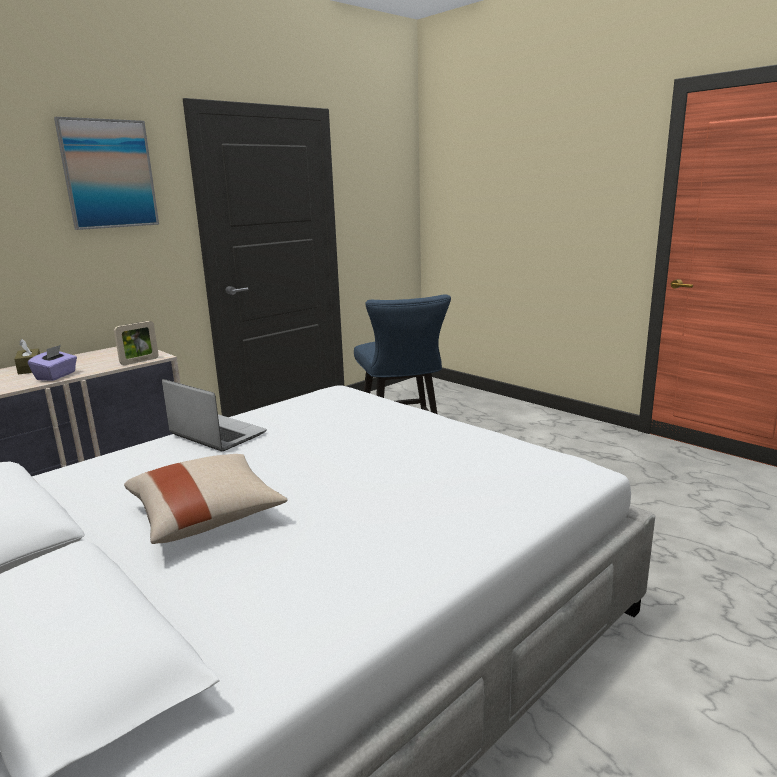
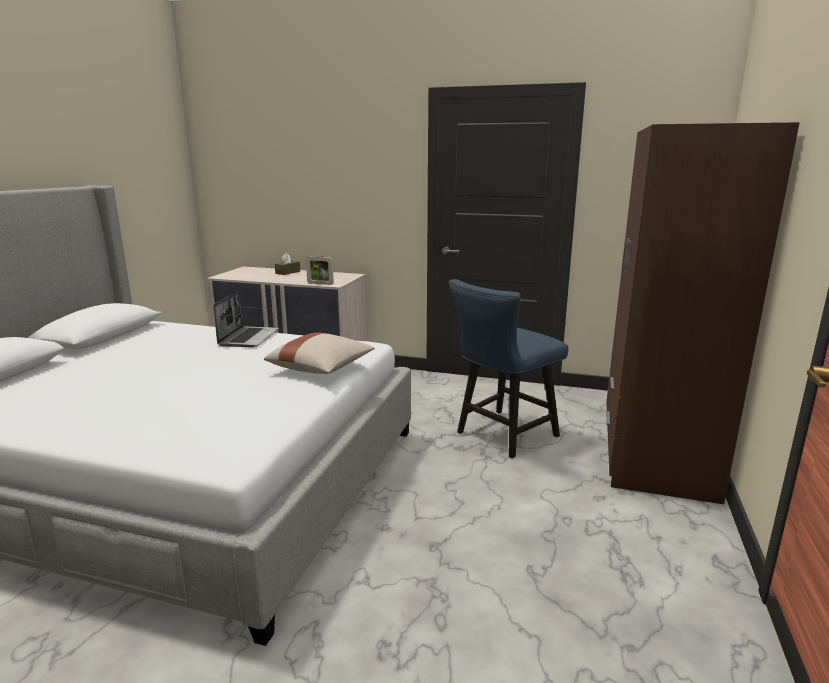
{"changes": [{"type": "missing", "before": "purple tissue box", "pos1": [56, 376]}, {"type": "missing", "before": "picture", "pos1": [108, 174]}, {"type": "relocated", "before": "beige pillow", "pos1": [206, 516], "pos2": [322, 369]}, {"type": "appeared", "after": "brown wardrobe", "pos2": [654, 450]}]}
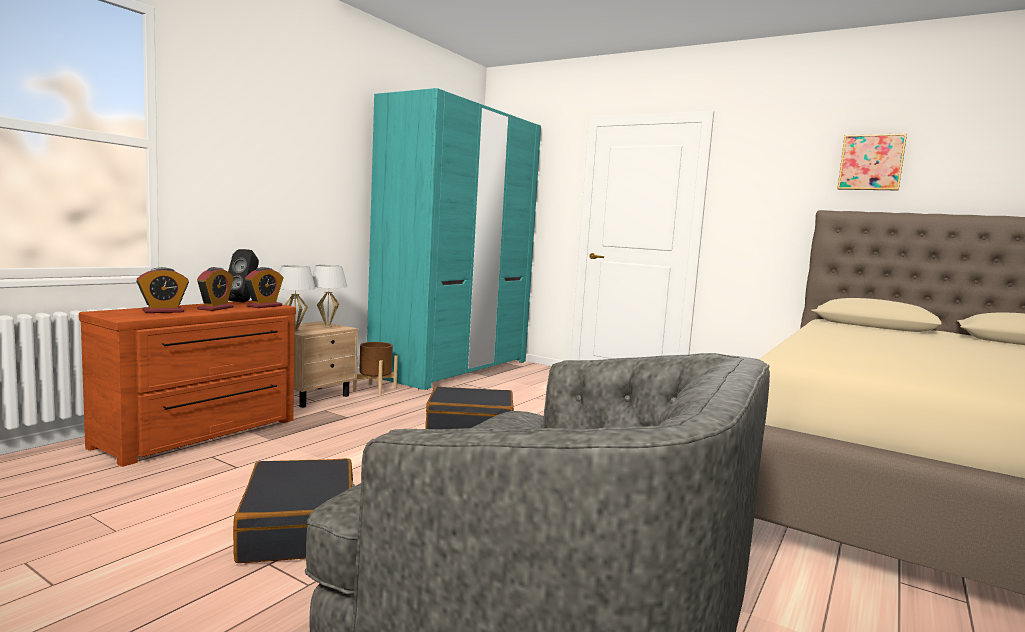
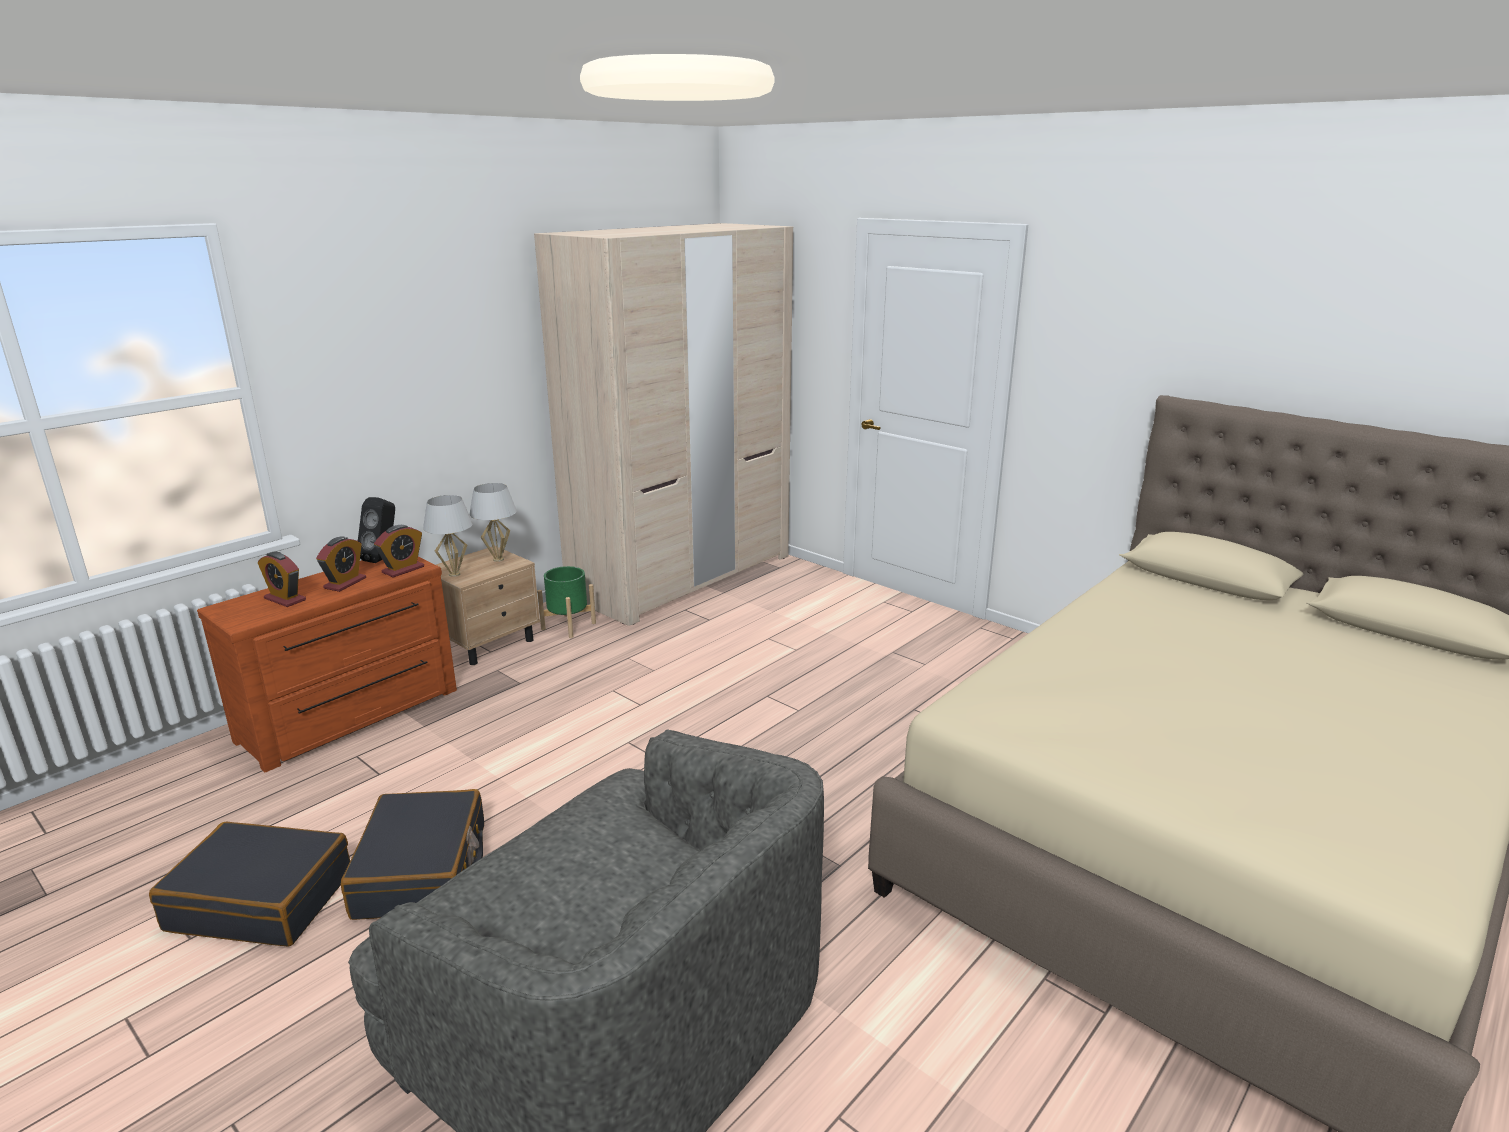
{"changes": [{"type": "spun", "before": "alarm clock", "pos1": [163, 311], "pos2": [285, 599], "turn": 60}, {"type": "colour", "before": "brown planter", "after": "green planter", "pos1": [375, 389], "pos2": [569, 626]}, {"type": "colour", "before": "turquoise wardrobe", "after": "beige wardrobe", "pos1": [452, 368], "pos2": [682, 576]}, {"type": "relocated", "before": "black suitcase", "pos1": [470, 425], "pos2": [262, 900]}, {"type": "missing", "before": "picture", "pos1": [871, 162]}]}
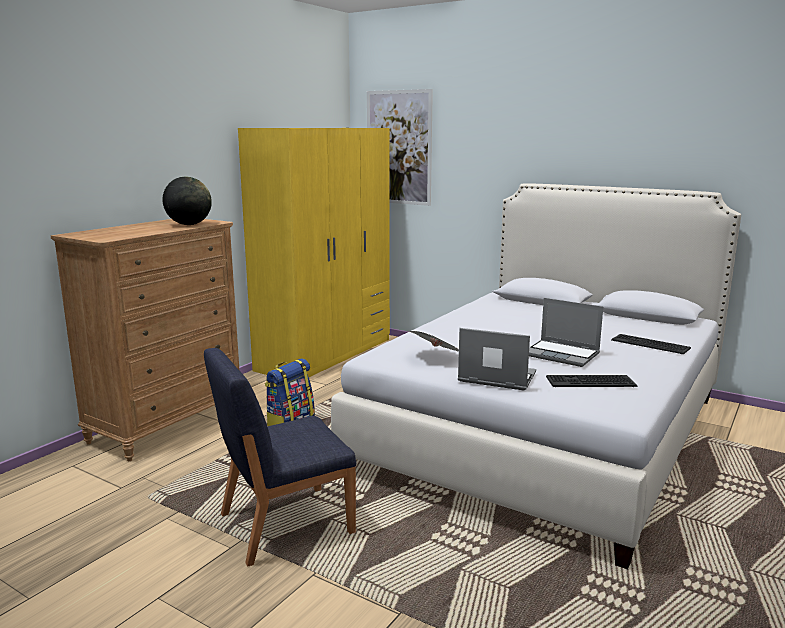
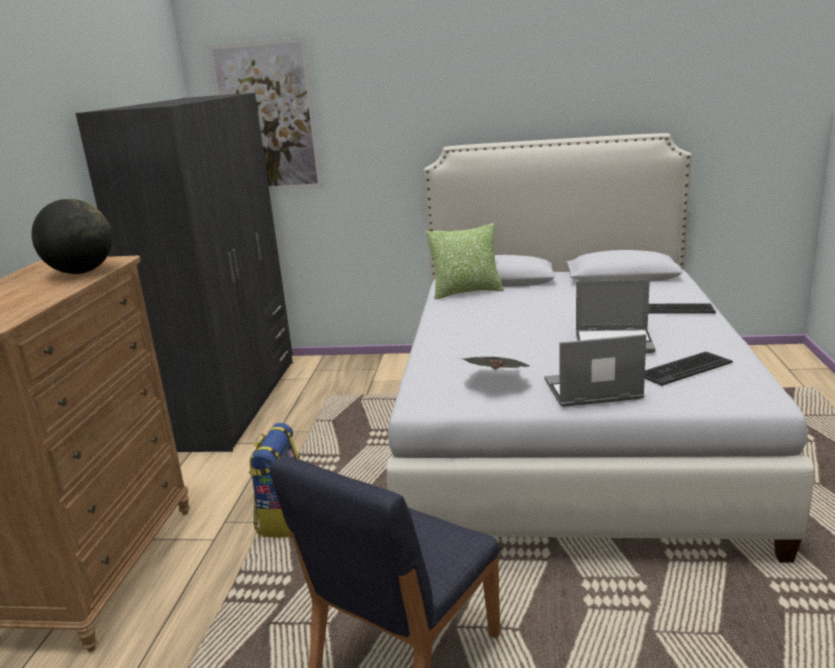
{"changes": [{"type": "colour", "before": "yellow wardrobe", "after": "grey wardrobe", "pos1": [326, 354], "pos2": [232, 402]}, {"type": "appeared", "after": "pillow", "pos2": [466, 292]}]}
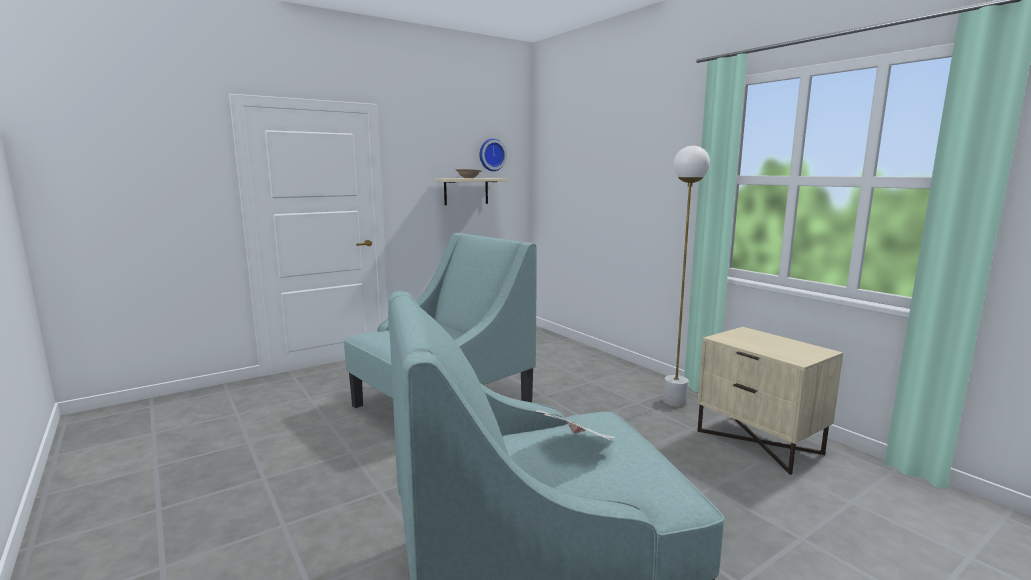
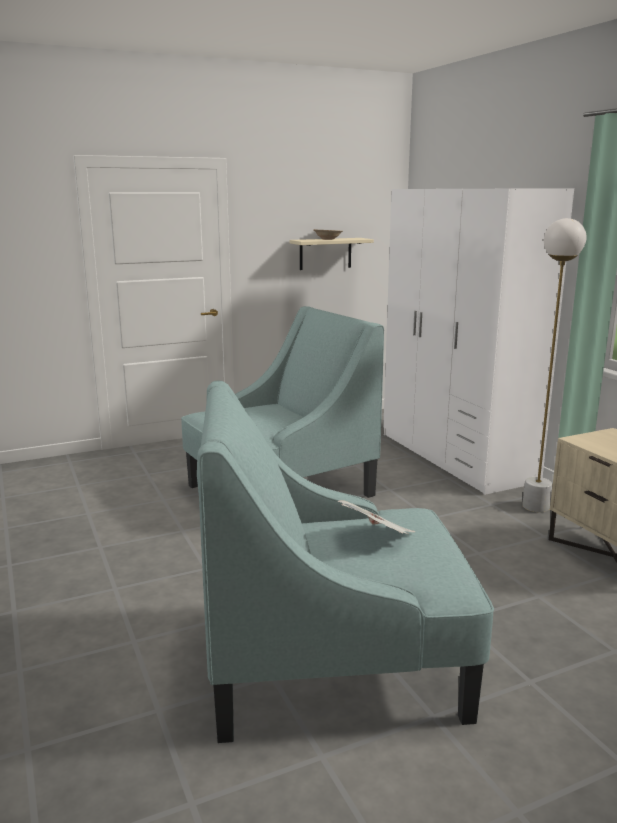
{"changes": [{"type": "missing", "before": "wall clock", "pos1": [491, 155]}, {"type": "appeared", "after": "white wardrobe", "pos2": [455, 456]}]}
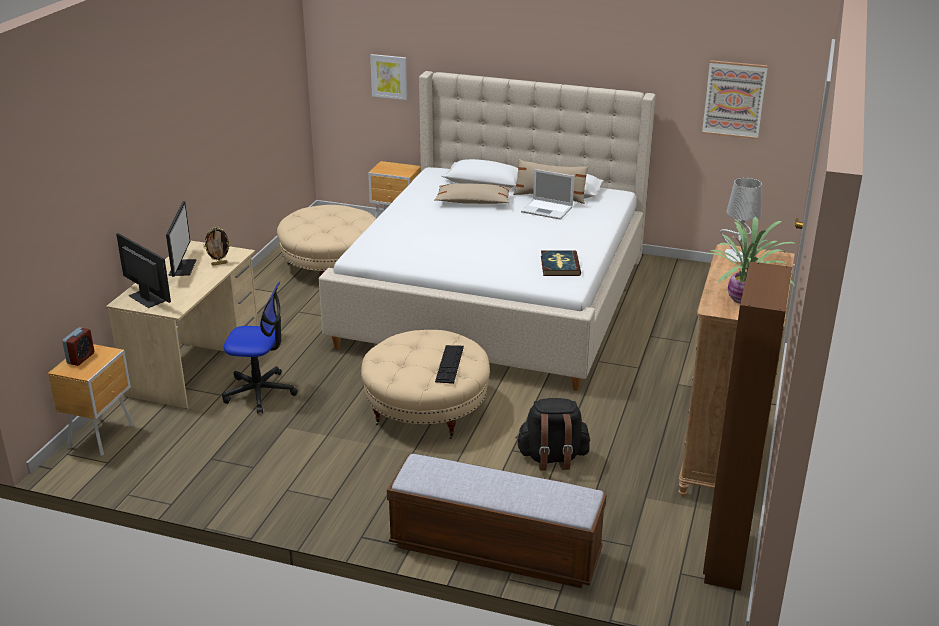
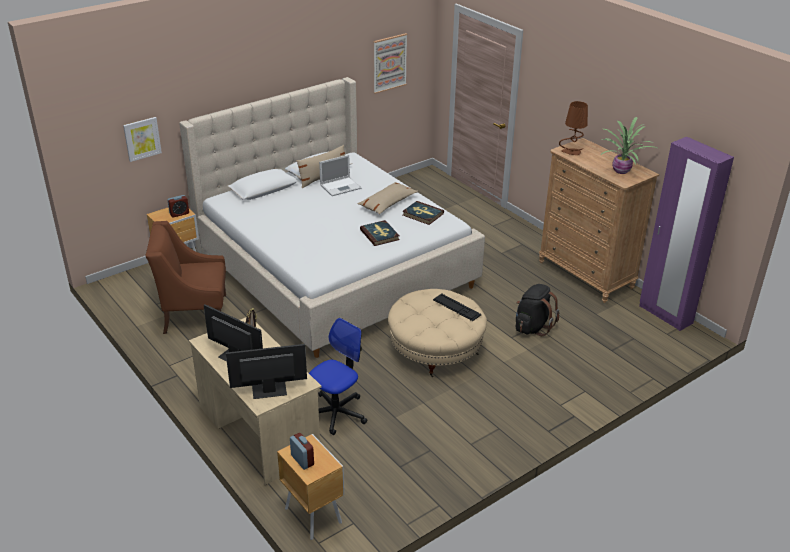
{"changes": [{"type": "exchanged", "before": "beige ottoman", "after": "brown armchair", "pos1": [331, 266], "pos2": [194, 313]}, {"type": "missing", "before": "bench", "pos1": [495, 550]}, {"type": "relocated", "before": "beige pillow", "pos1": [473, 202], "pos2": [387, 203]}, {"type": "colour", "before": "brown wardrobe", "after": "purple wardrobe", "pos1": [725, 558], "pos2": [665, 315]}, {"type": "colour", "before": "grey table lamp", "after": "brown table lamp", "pos1": [736, 257], "pos2": [571, 152]}, {"type": "appeared", "after": "alarm clock", "pos2": [179, 214]}, {"type": "appeared", "after": "book", "pos2": [380, 235]}]}
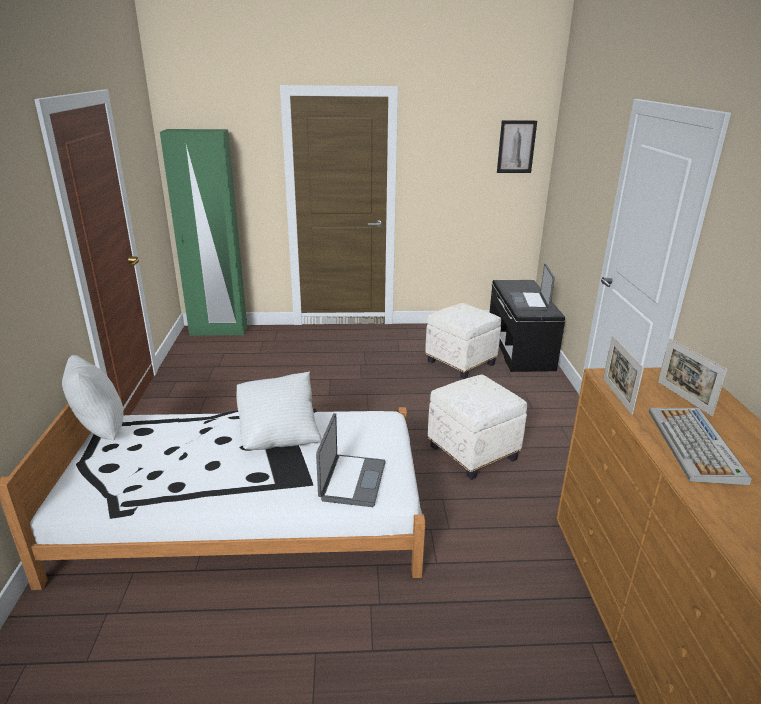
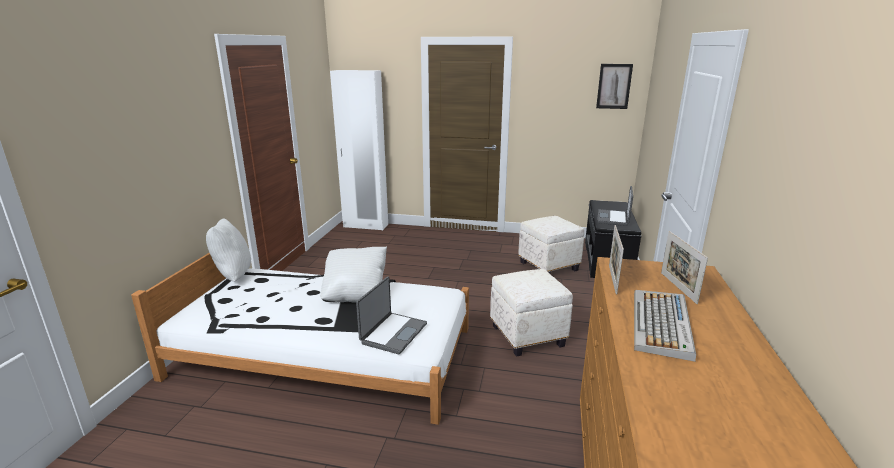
{"changes": [{"type": "colour", "before": "green wardrobe", "after": "white wardrobe", "pos1": [218, 331], "pos2": [365, 226]}]}
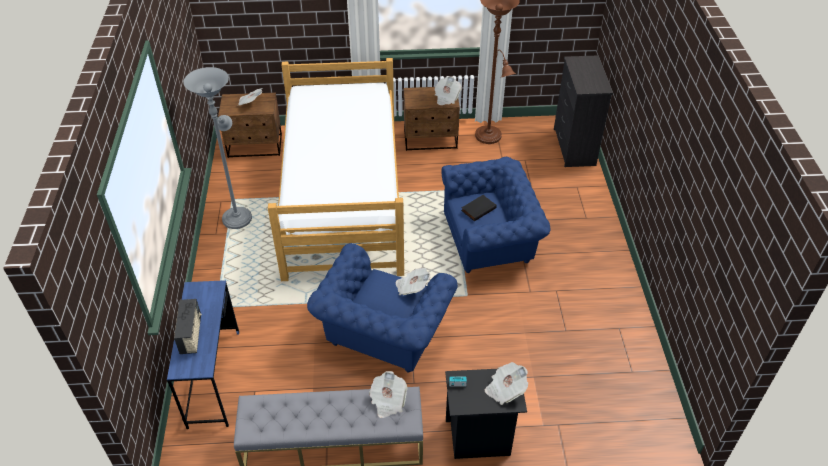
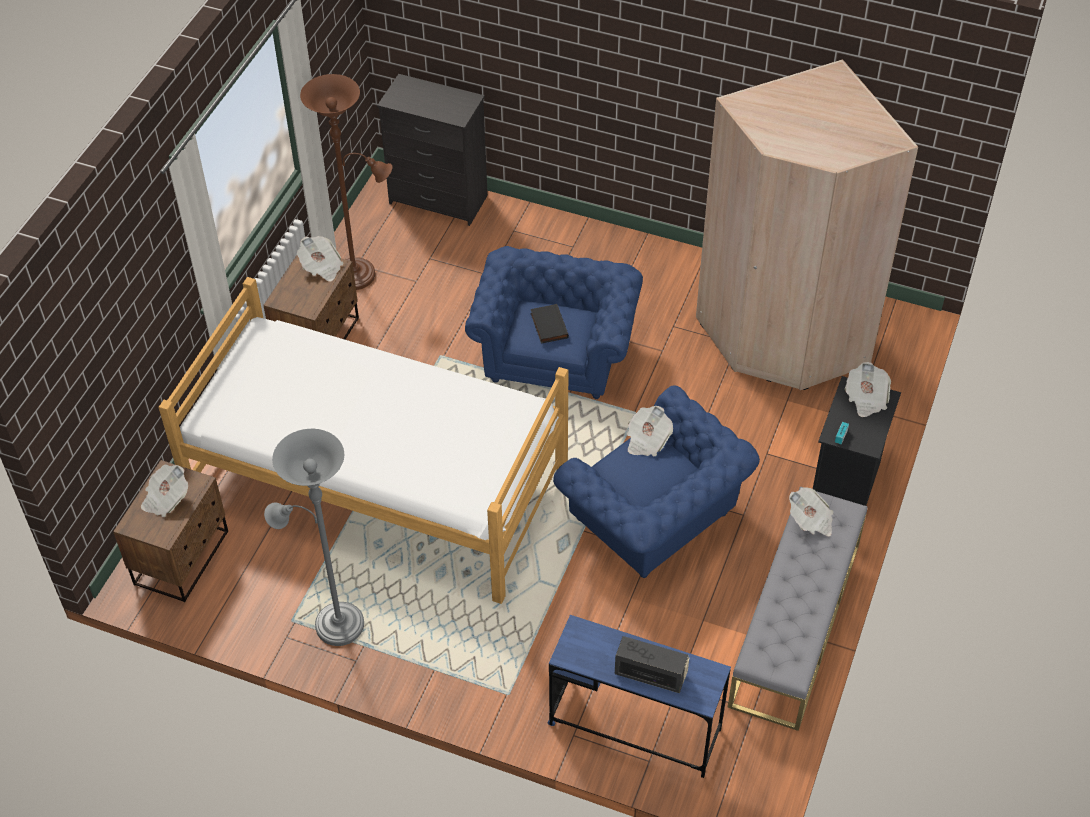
{"changes": [{"type": "appeared", "after": "beige wardrobe", "pos2": [783, 338]}]}
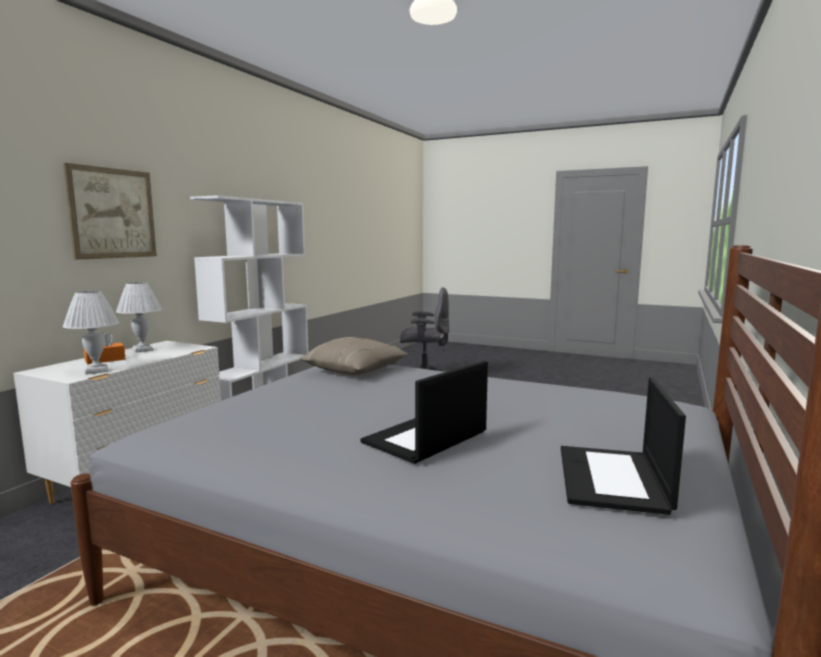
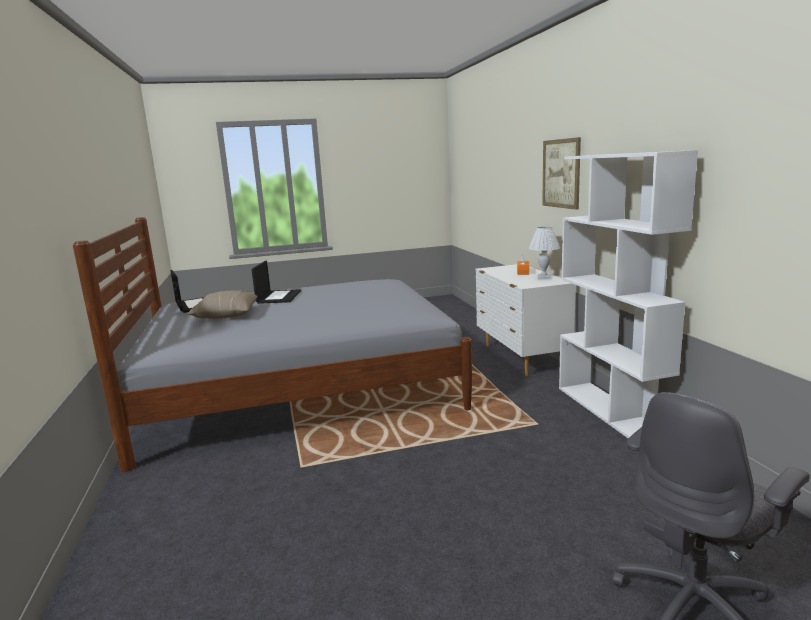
{"changes": [{"type": "missing", "before": "white table lamp", "pos1": [97, 371]}, {"type": "relocated", "before": "beige pillow", "pos1": [355, 371], "pos2": [225, 315]}]}
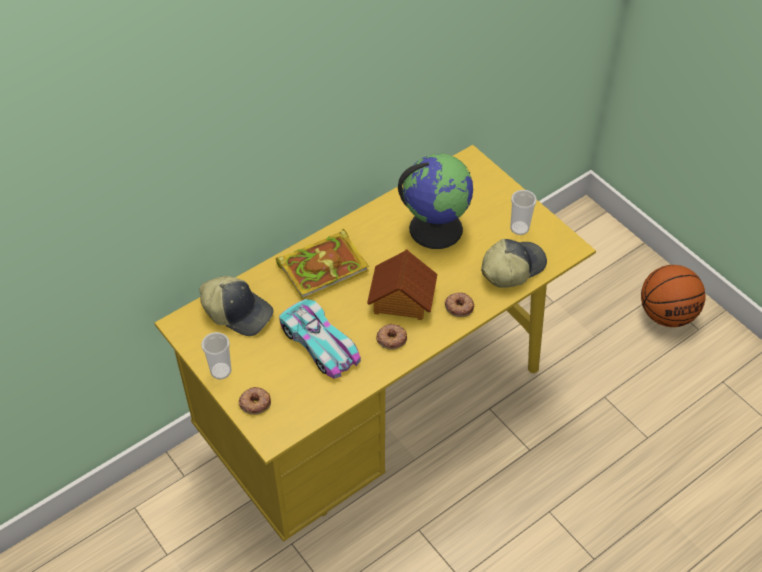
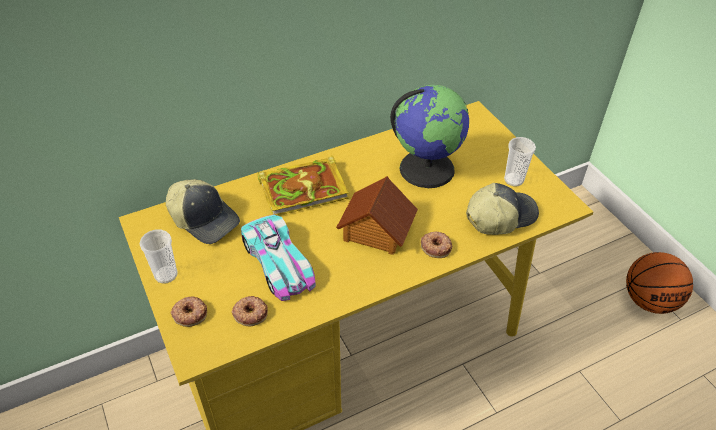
{"changes": [{"type": "relocated", "before": "donut", "pos1": [391, 338], "pos2": [250, 313]}]}
